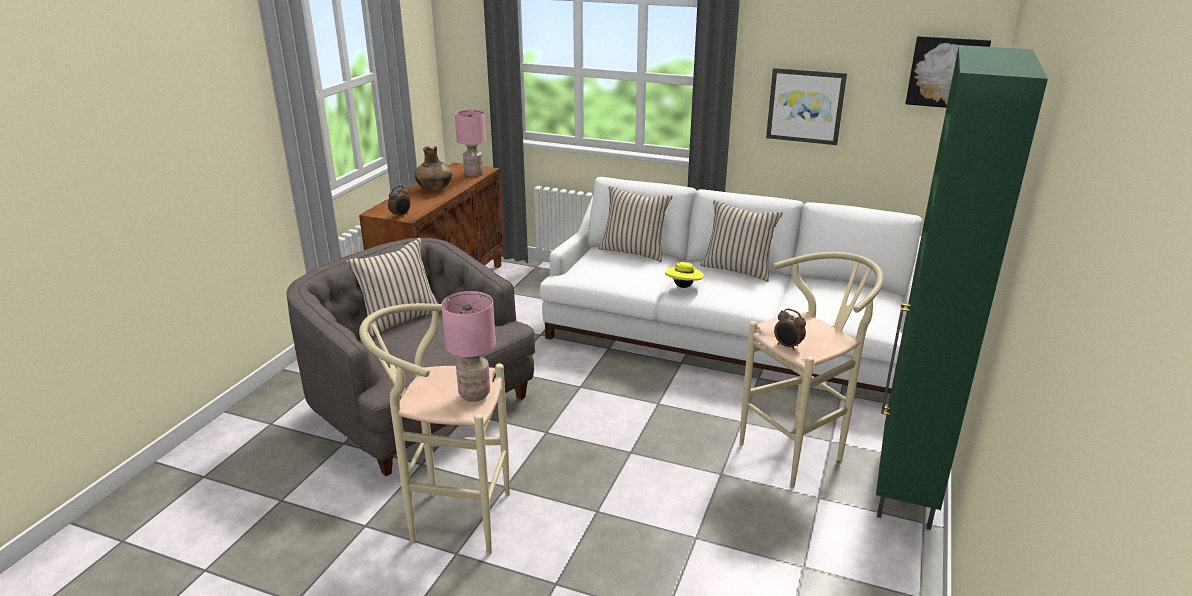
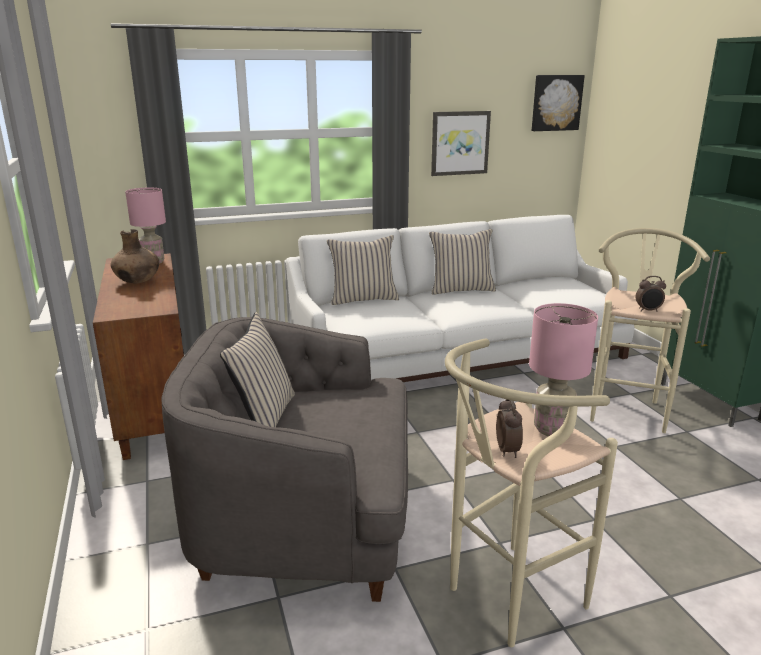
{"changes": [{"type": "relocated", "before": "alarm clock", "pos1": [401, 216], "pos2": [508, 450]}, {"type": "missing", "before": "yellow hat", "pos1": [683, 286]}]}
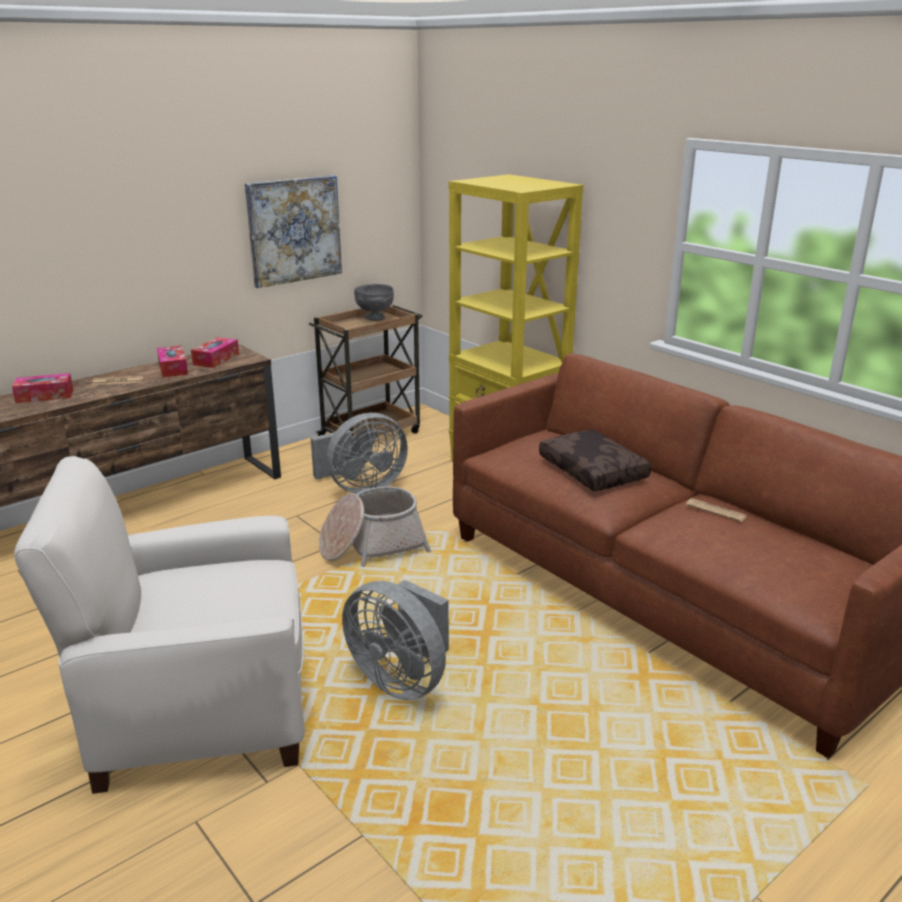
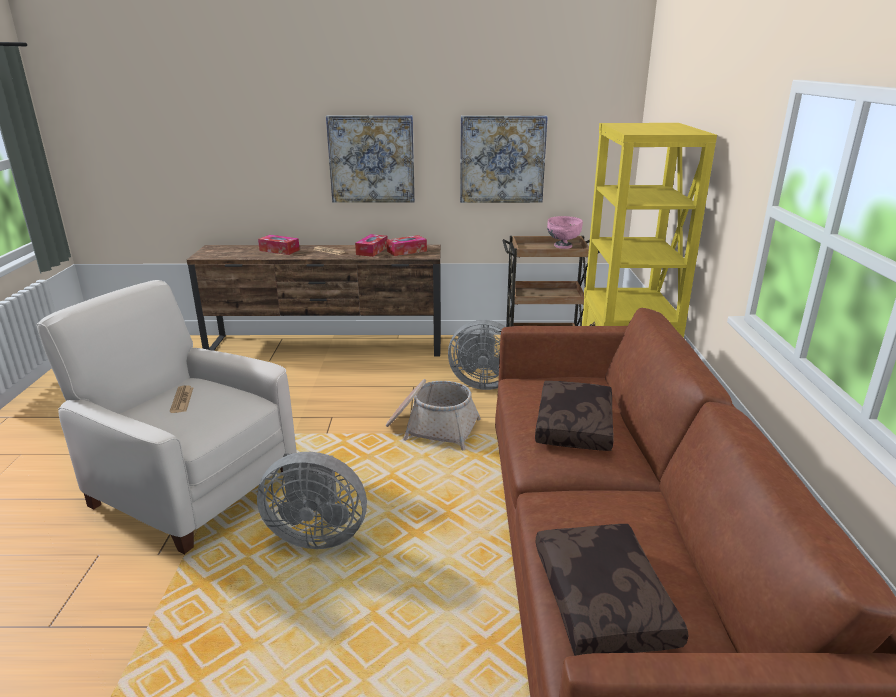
{"changes": [{"type": "spun", "before": "grey fan", "pos1": [401, 679], "pos2": [316, 534], "turn": -75}, {"type": "colour", "before": "grey bowl", "after": "pink bowl", "pos1": [374, 318], "pos2": [562, 246]}, {"type": "relocated", "before": "newspaper", "pos1": [716, 511], "pos2": [182, 400]}, {"type": "appeared", "after": "picture", "pos2": [371, 159]}, {"type": "appeared", "after": "brown pillow", "pos2": [605, 601]}]}
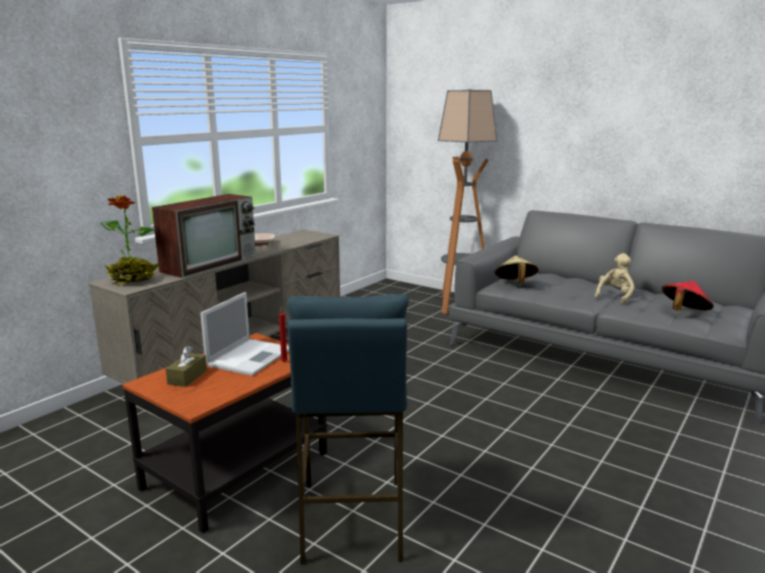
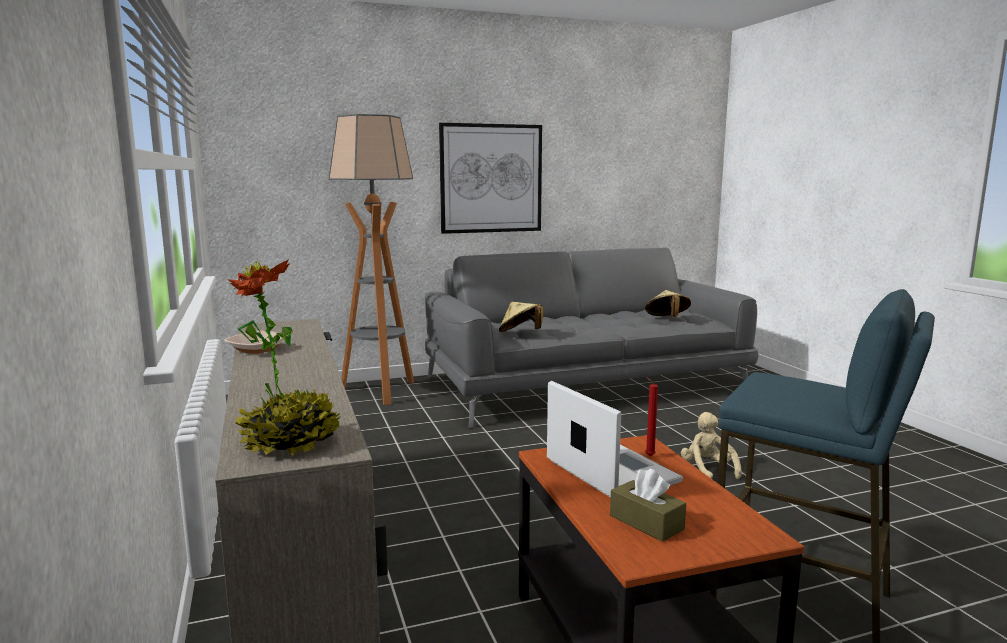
{"changes": [{"type": "missing", "before": "television", "pos1": [210, 263]}, {"type": "relocated", "before": "beige plush toy", "pos1": [615, 297], "pos2": [707, 470]}, {"type": "colour", "before": "red hat", "after": "beige hat", "pos1": [684, 312], "pos2": [667, 319]}, {"type": "appeared", "after": "picture", "pos2": [491, 178]}]}
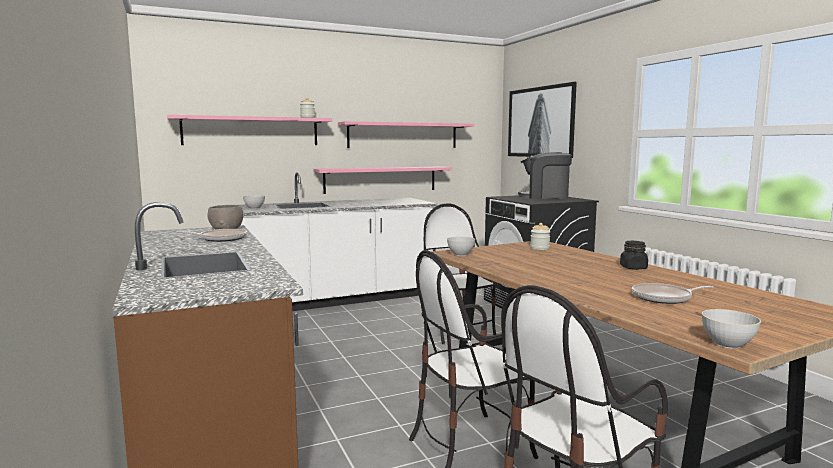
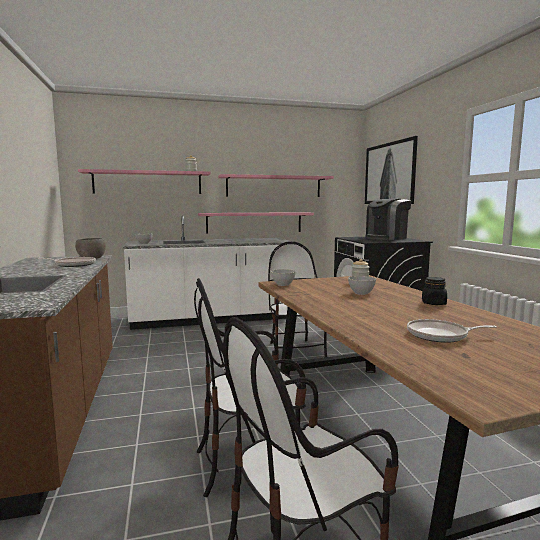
{"changes": [{"type": "spun", "before": "coffee machine", "pos1": [544, 197], "pos2": [386, 238], "turn": -60}, {"type": "relocated", "before": "grey bowl", "pos1": [728, 344], "pos2": [361, 293]}]}
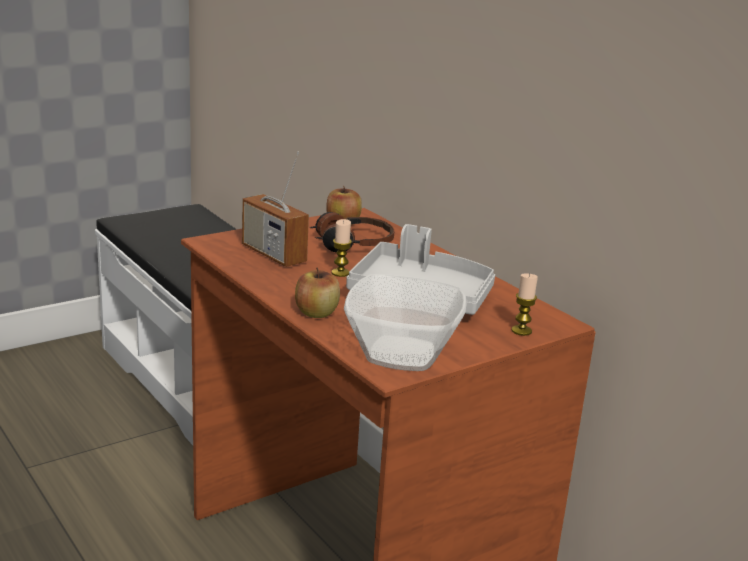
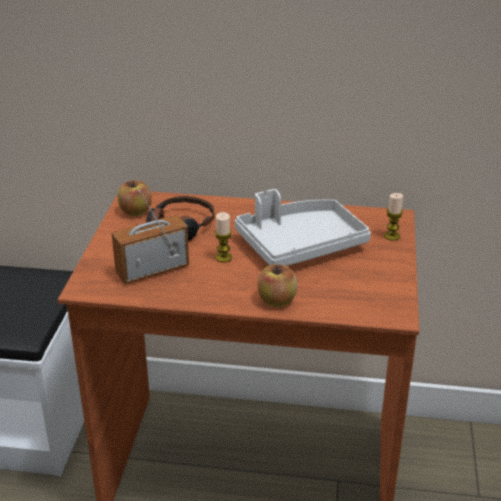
{"changes": [{"type": "spun", "before": "radio", "pos1": [273, 254], "pos2": [152, 270], "turn": 150}, {"type": "missing", "before": "bowl", "pos1": [403, 354]}]}
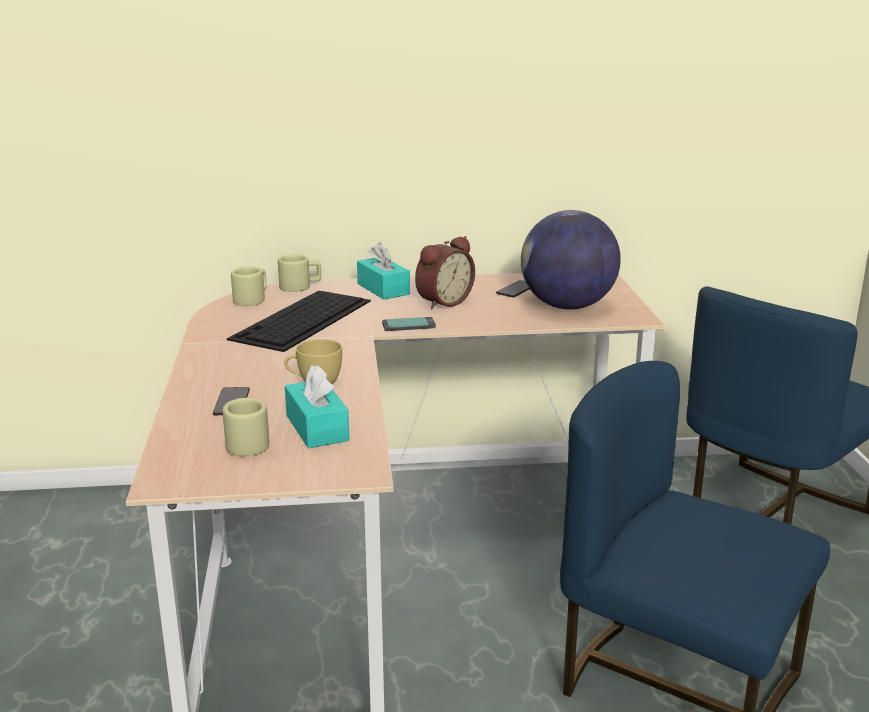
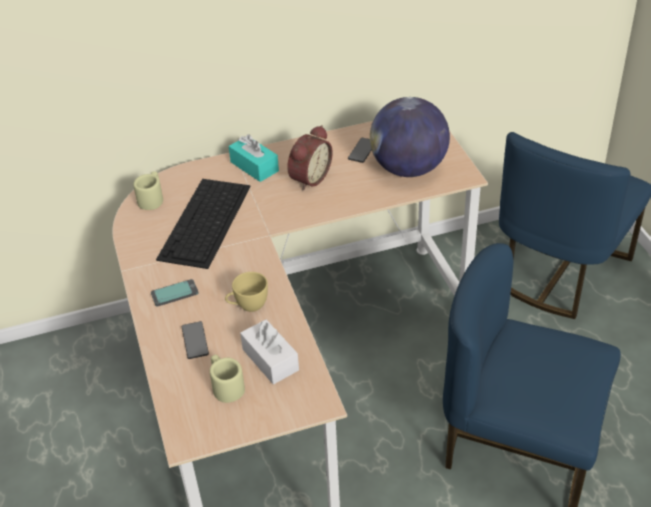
{"changes": [{"type": "missing", "before": "beige mug", "pos1": [300, 286]}, {"type": "colour", "before": "turquoise tissue box", "after": "white tissue box", "pos1": [317, 428], "pos2": [270, 359]}, {"type": "relocated", "before": "phone", "pos1": [408, 325], "pos2": [174, 293]}]}
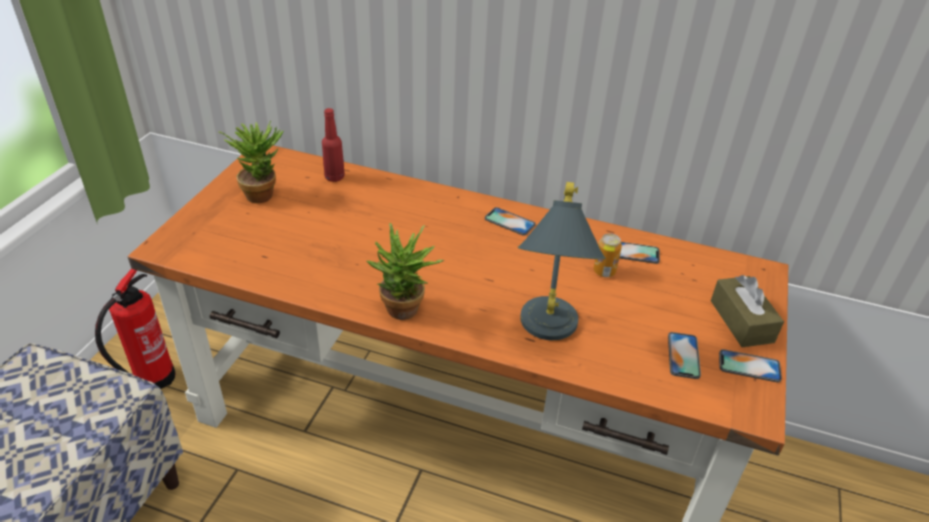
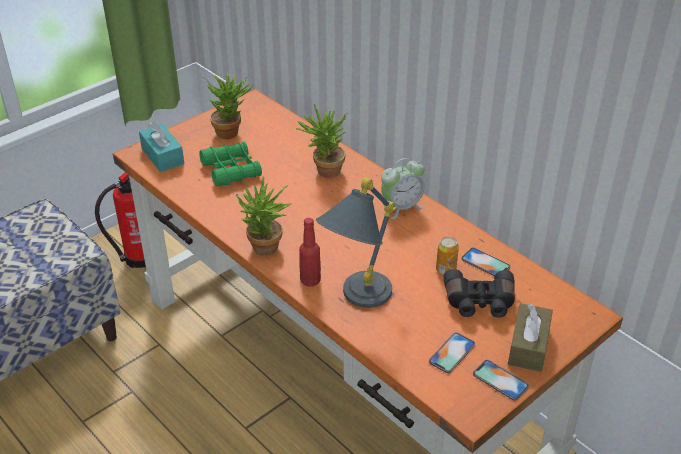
{"changes": [{"type": "relocated", "before": "red bottle", "pos1": [334, 177], "pos2": [310, 280]}, {"type": "exchanged", "before": "phone", "after": "alarm clock", "pos1": [509, 222], "pos2": [401, 207]}, {"type": "appeared", "after": "turquoise tissue box", "pos2": [162, 156]}, {"type": "appeared", "after": "green binoculars", "pos2": [231, 170]}, {"type": "appeared", "after": "potted plant", "pos2": [324, 171]}, {"type": "appeared", "after": "black binoculars", "pos2": [479, 303]}]}
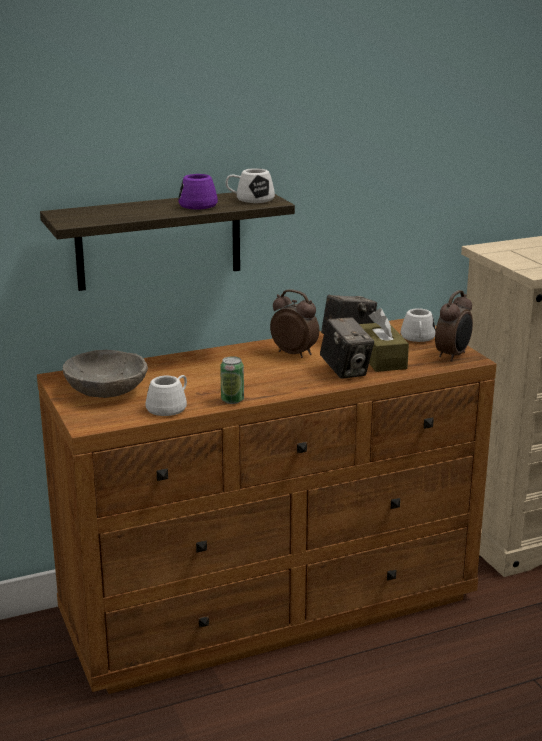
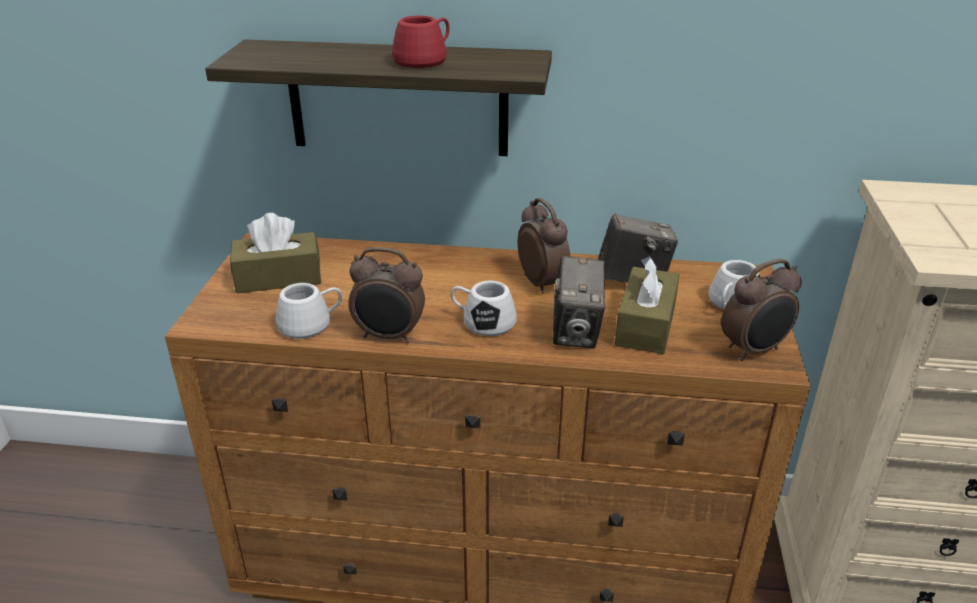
{"changes": [{"type": "exchanged", "before": "grey bowl", "after": "brown tissue box", "pos1": [106, 391], "pos2": [278, 277]}, {"type": "colour", "before": "purple mug", "after": "red mug", "pos1": [199, 204], "pos2": [425, 60]}, {"type": "exchanged", "before": "can", "after": "alarm clock", "pos1": [232, 400], "pos2": [389, 336]}, {"type": "relocated", "before": "white mug", "pos1": [250, 200], "pos2": [483, 322]}]}
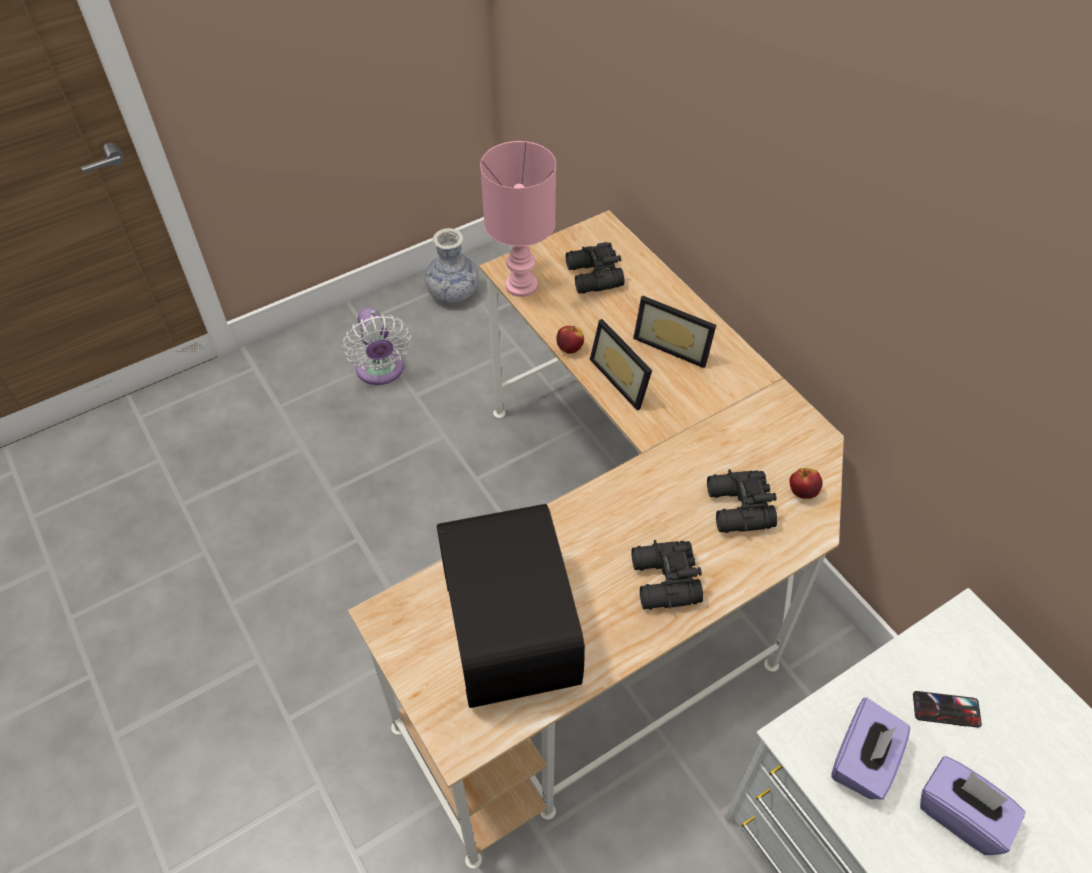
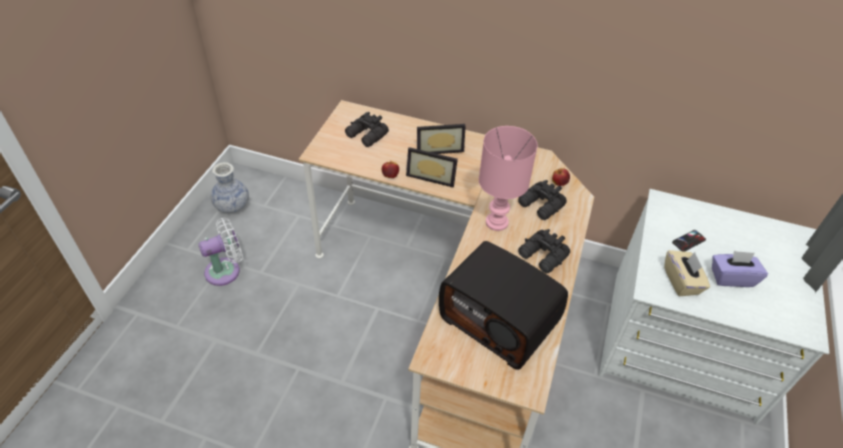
{"changes": [{"type": "spun", "before": "white fan", "pos1": [381, 371], "pos2": [226, 270], "turn": -60}, {"type": "relocated", "before": "pink table lamp", "pos1": [520, 285], "pos2": [495, 222]}, {"type": "colour", "before": "purple tissue box", "after": "beige tissue box", "pos1": [863, 761], "pos2": [681, 281]}]}
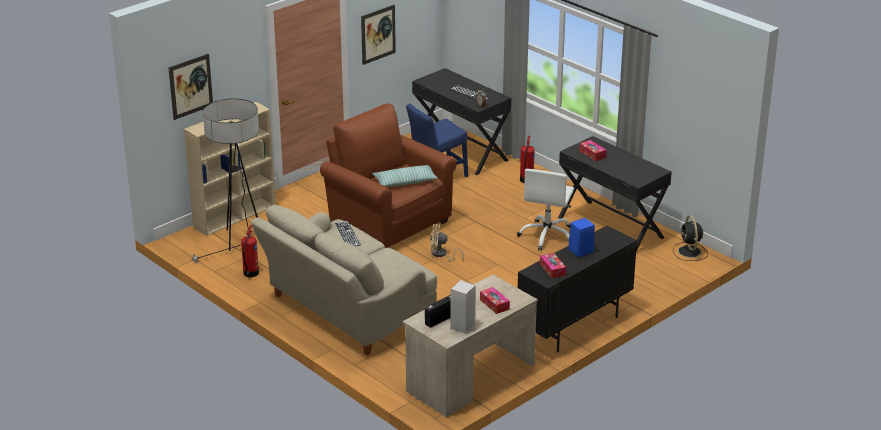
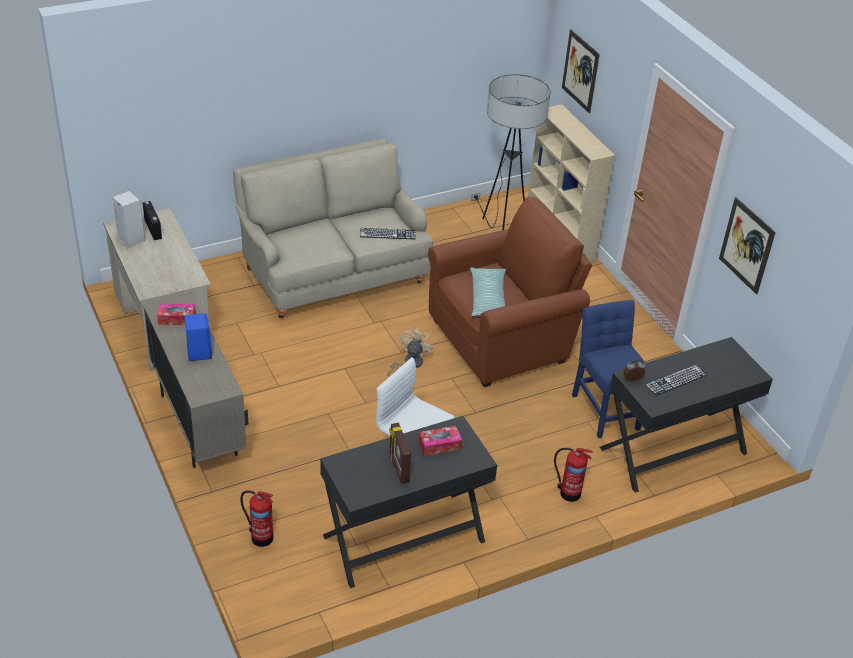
{"changes": [{"type": "relocated", "before": "fire extinguisher", "pos1": [250, 273], "pos2": [261, 537]}, {"type": "missing", "before": "tissue box", "pos1": [494, 304]}, {"type": "colour", "before": "black cabinet", "after": "beige cabinet", "pos1": [574, 327], "pos2": [198, 425]}, {"type": "missing", "before": "black fan", "pos1": [689, 252]}, {"type": "appeared", "after": "picture frame", "pos2": [398, 469]}]}
